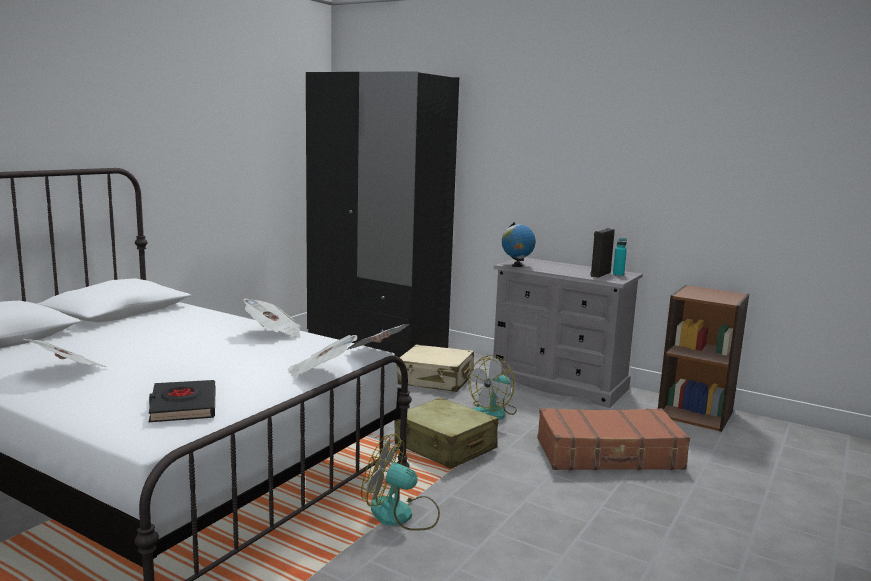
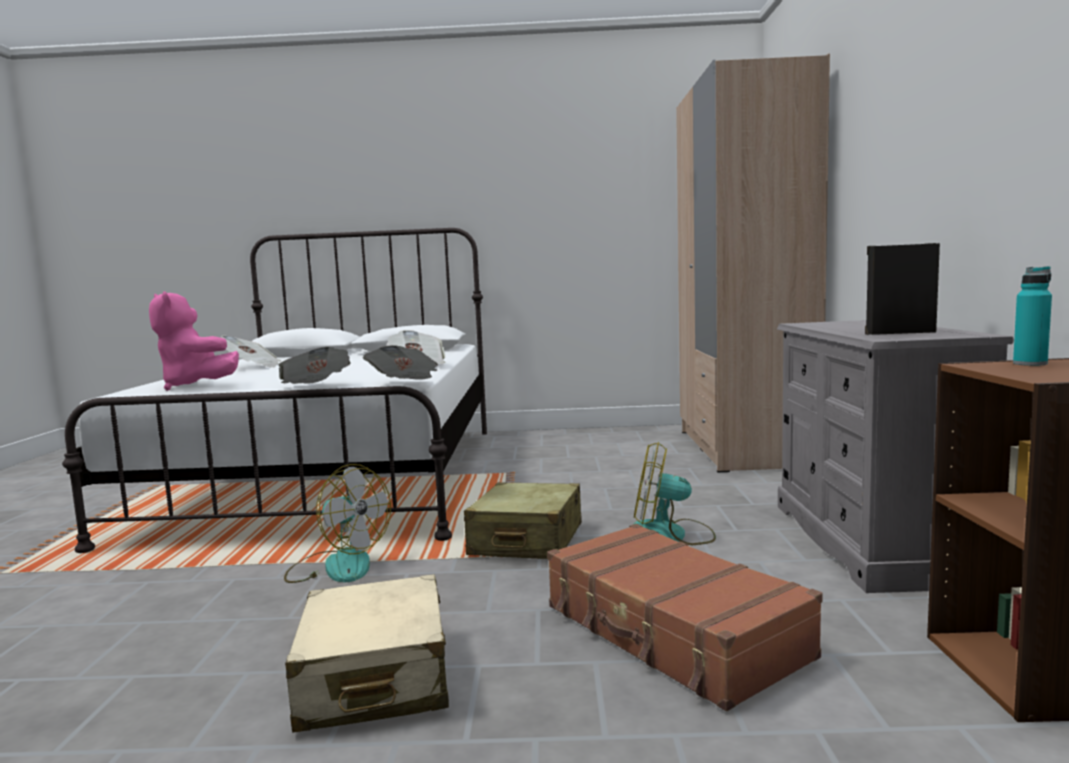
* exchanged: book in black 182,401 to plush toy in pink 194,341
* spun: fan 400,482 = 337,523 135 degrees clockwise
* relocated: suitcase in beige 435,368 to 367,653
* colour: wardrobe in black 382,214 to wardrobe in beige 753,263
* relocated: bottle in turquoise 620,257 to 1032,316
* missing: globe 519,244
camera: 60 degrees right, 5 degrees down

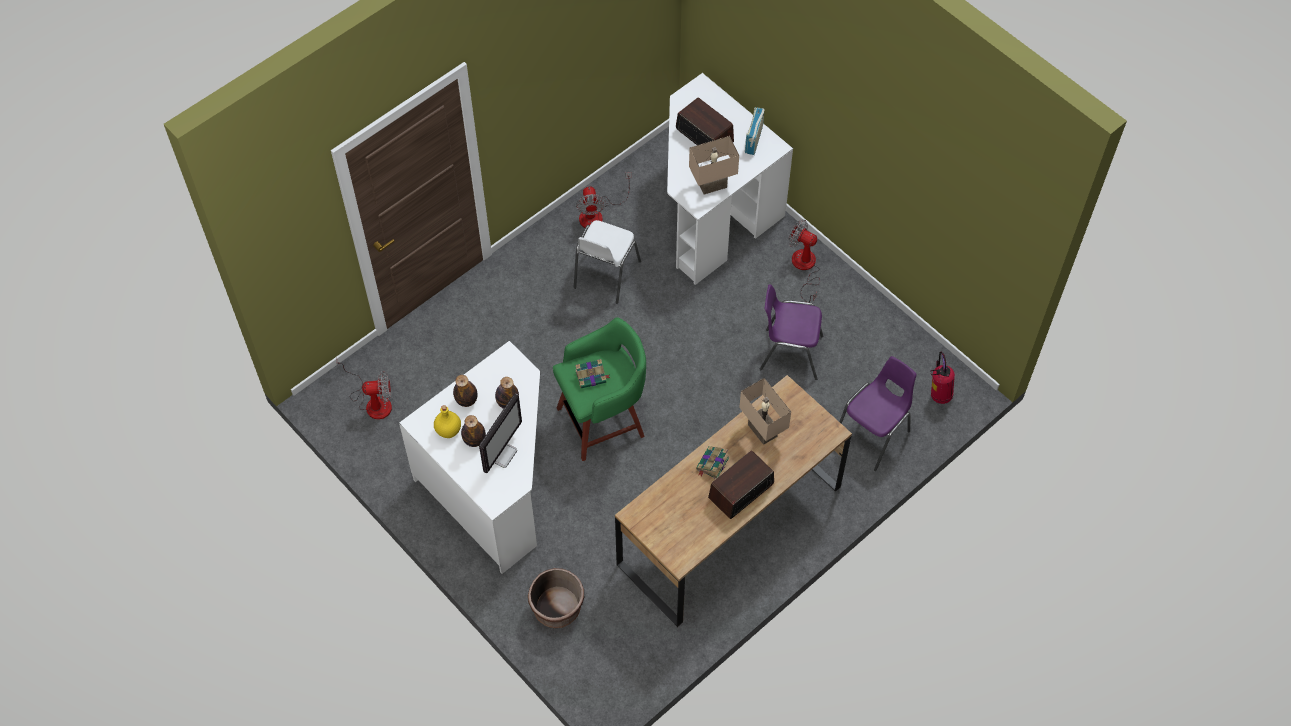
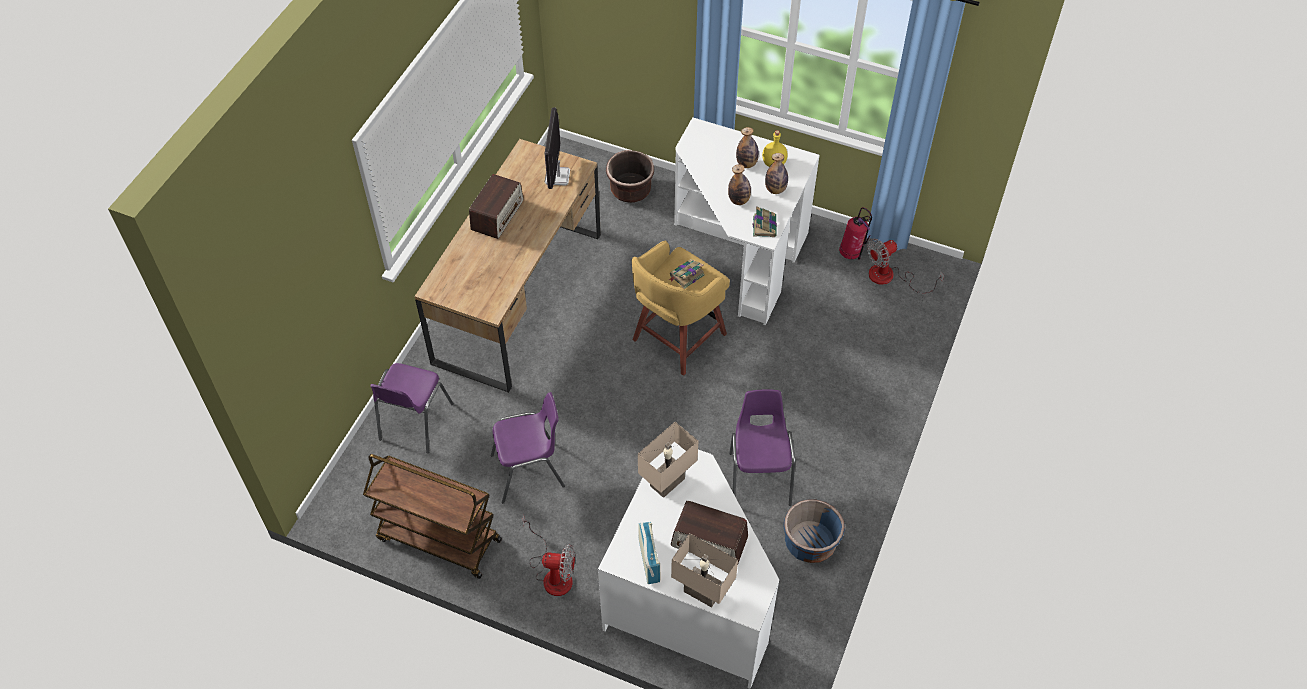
* appeared: cart in brown 432,516
* relocated: monitor 500,433 to 557,148
* colour: stool in green 599,389 to stool in yellow 681,308
* relocated: table lamp in beige 765,411 to 704,570
* colour: chair in white 607,262 to chair in purple 762,447
* relocated: book 713,462 to 765,221
* exchanged: fan 604,200 to planter in blue 814,531
* relocated: fire extinguisher 942,378 to 855,233
camera: 155 degrees right, 5 degrees down

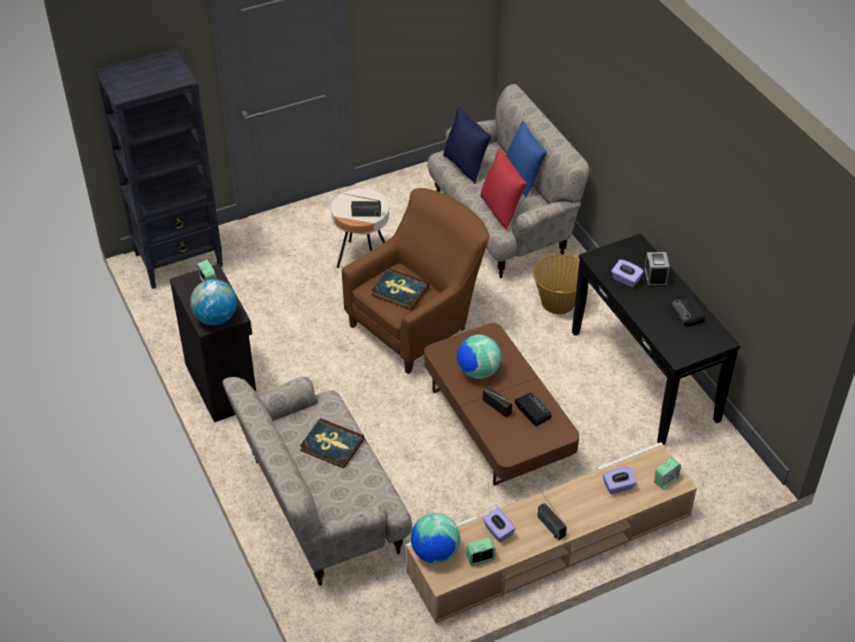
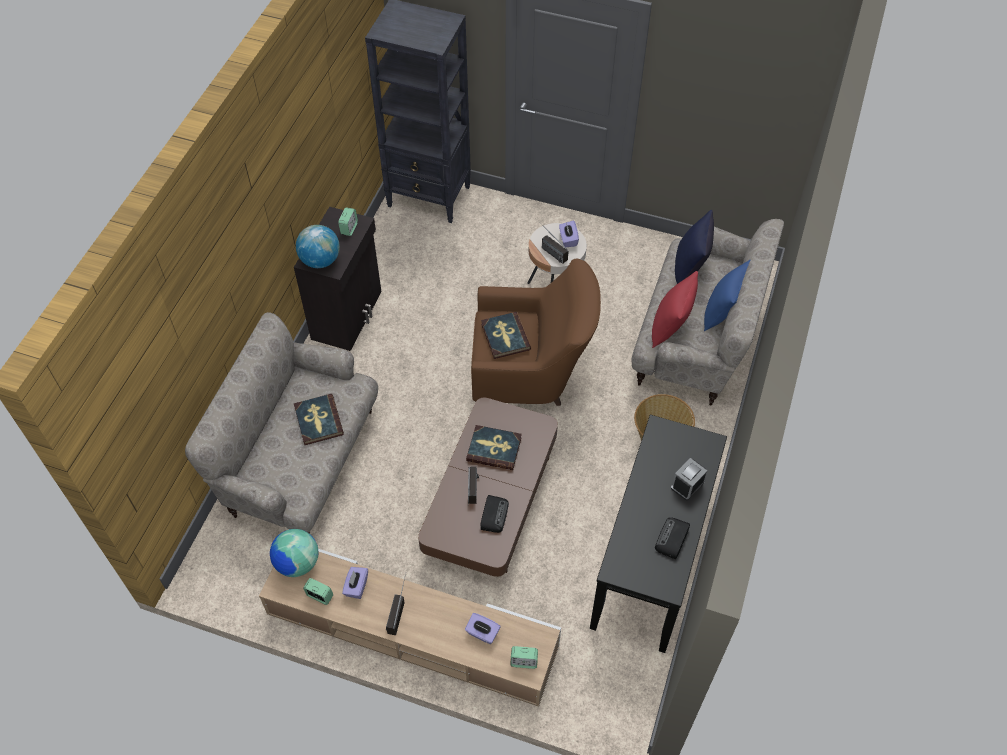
* exchanged: globe 479,357 to book 494,447
* relocated: tissue box in purple 627,273 to 569,234
camera: 45 degrees right, 10 degrees up

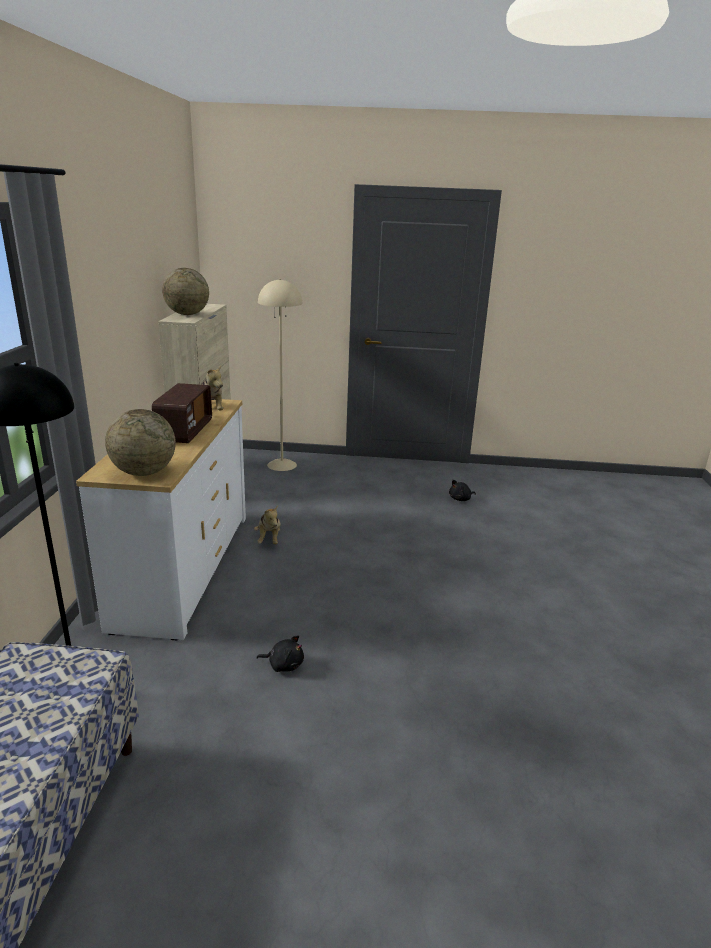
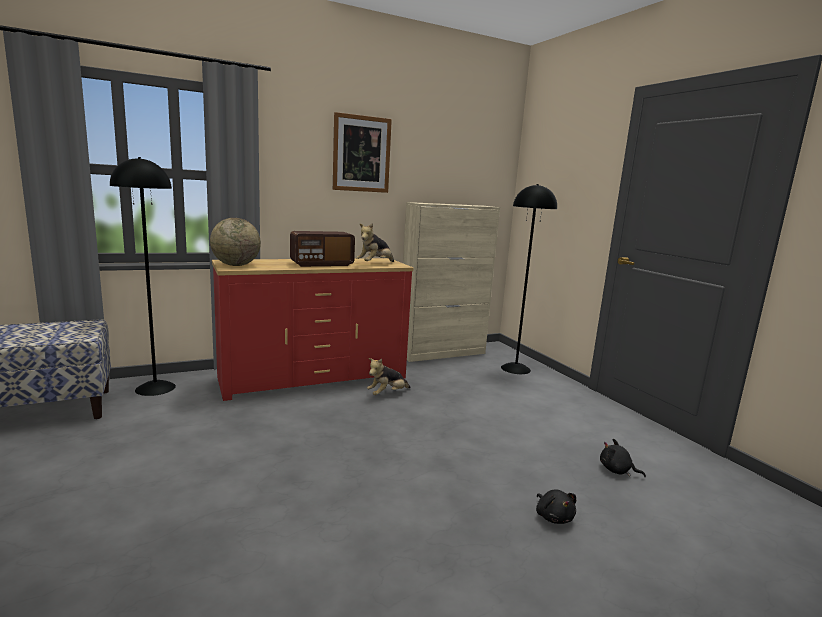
* colour: dresser in white 161,520 to dresser in red 312,329
* appeared: picture 362,152
* colour: floor lamp in beige 280,375 to floor lamp in black 529,279
* relocated: plush toy in black 280,653 to 556,506
* missing: globe 185,291
camera: 60 degrees right, 10 degrees down

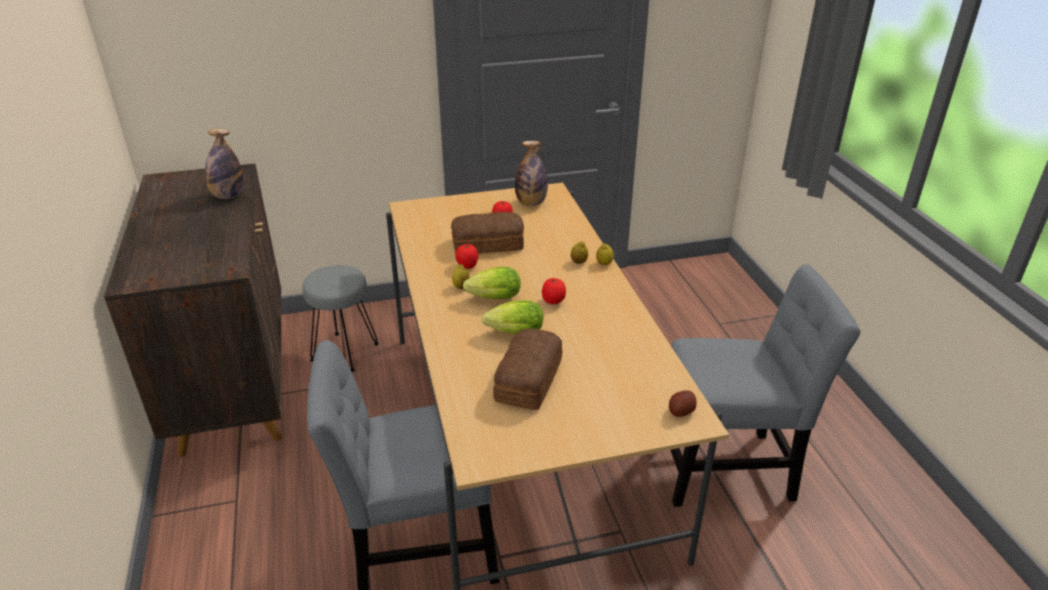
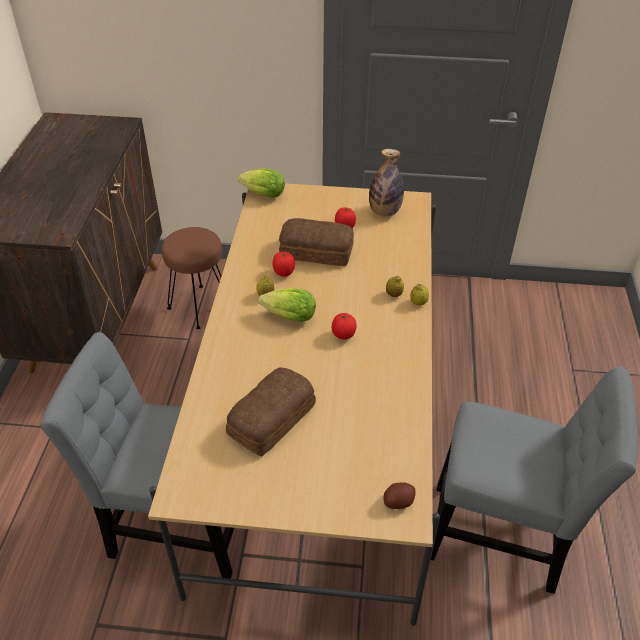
* colour: stool in grey 340,318 to stool in brown 192,278
* relocated: lettuce 512,317 to 261,183
* missing: bottle 224,164
camera: 20 degrees right, 10 degrees up

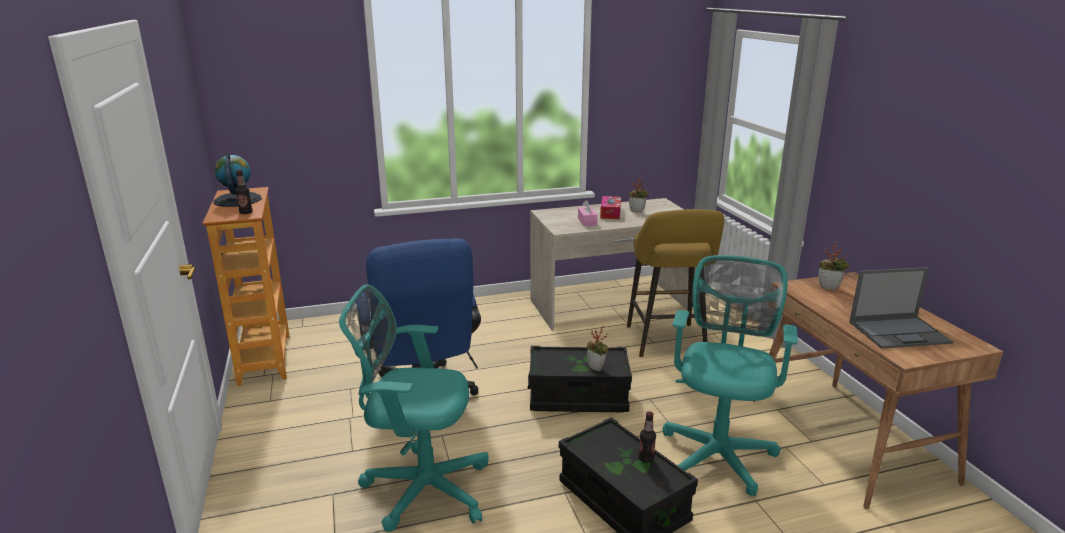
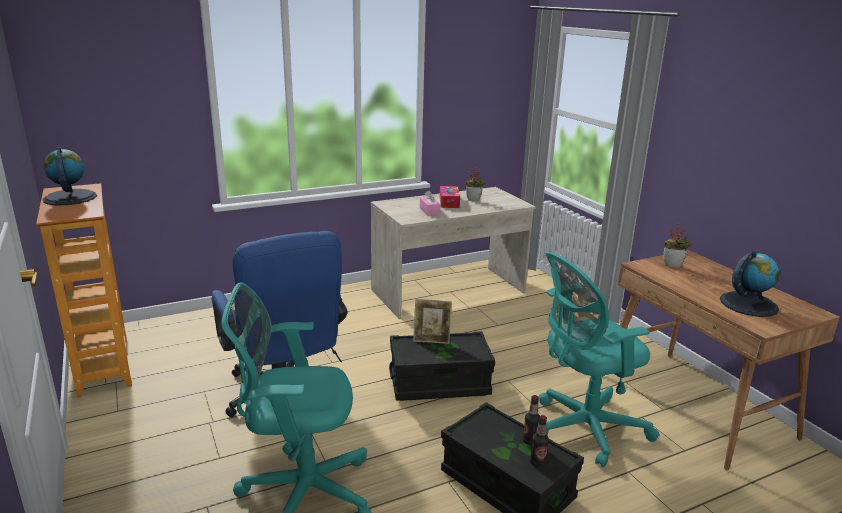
* appeared: picture frame 432,321
* relocated: bottle 244,191 to 539,441
* spun: office chair in turquoise 730,375 = 599,359 120 degrees counterclockwise
* exchanged: laptop 901,308 to globe 750,283
* missing: potted plant 598,348
* missing: stool in yellow 675,283
camera: 10 degrees left, 0 degrees up

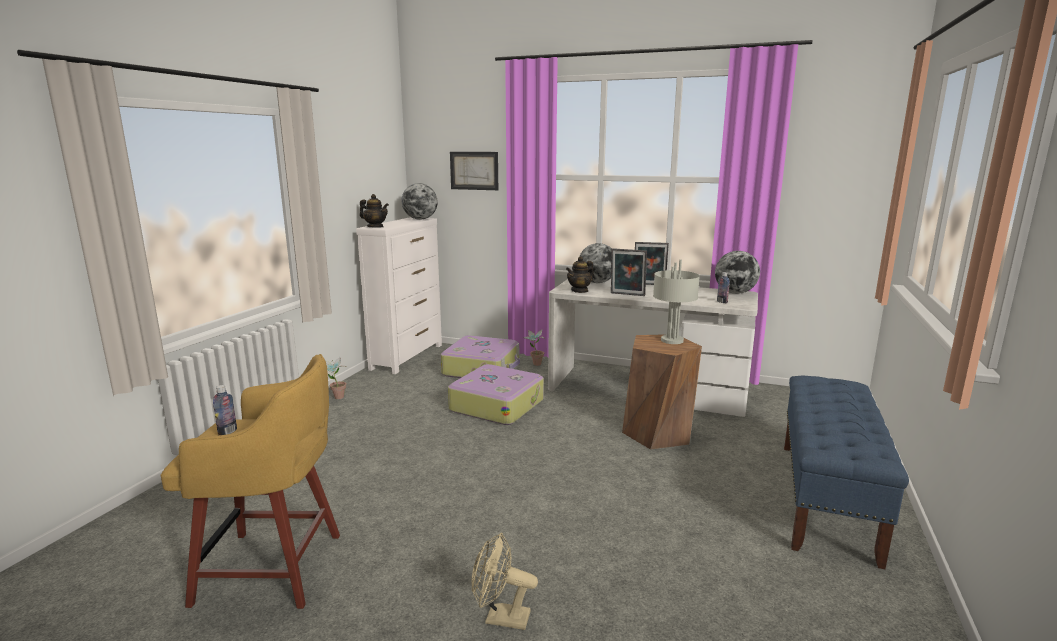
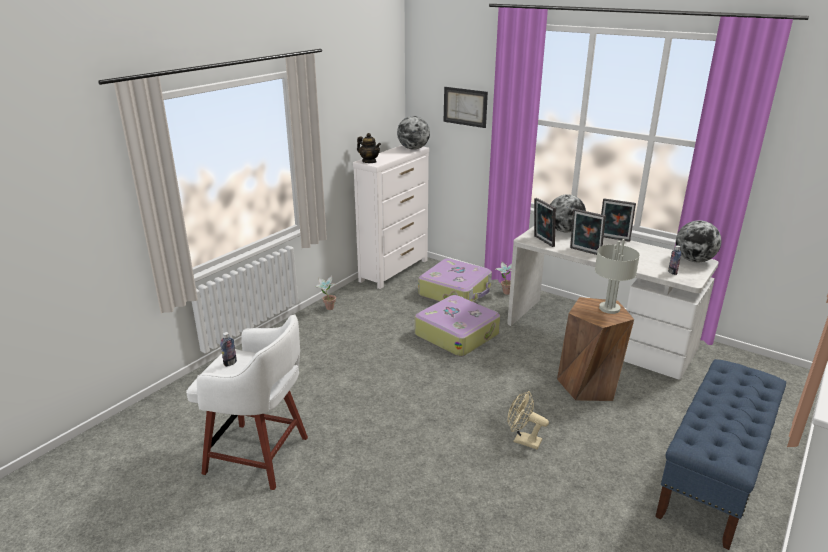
* colour: stool in yellow 250,481 to stool in white 247,402
* relocated: fan in beige 505,581 to 528,420
* exchanged: teapot 580,274 to picture frame 545,222
camera: 15 degrees right, 10 degrees up

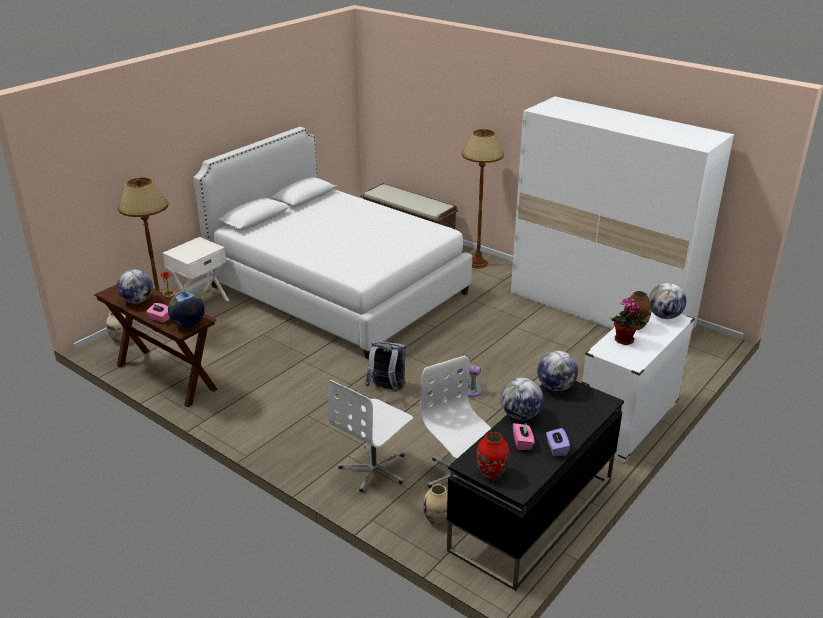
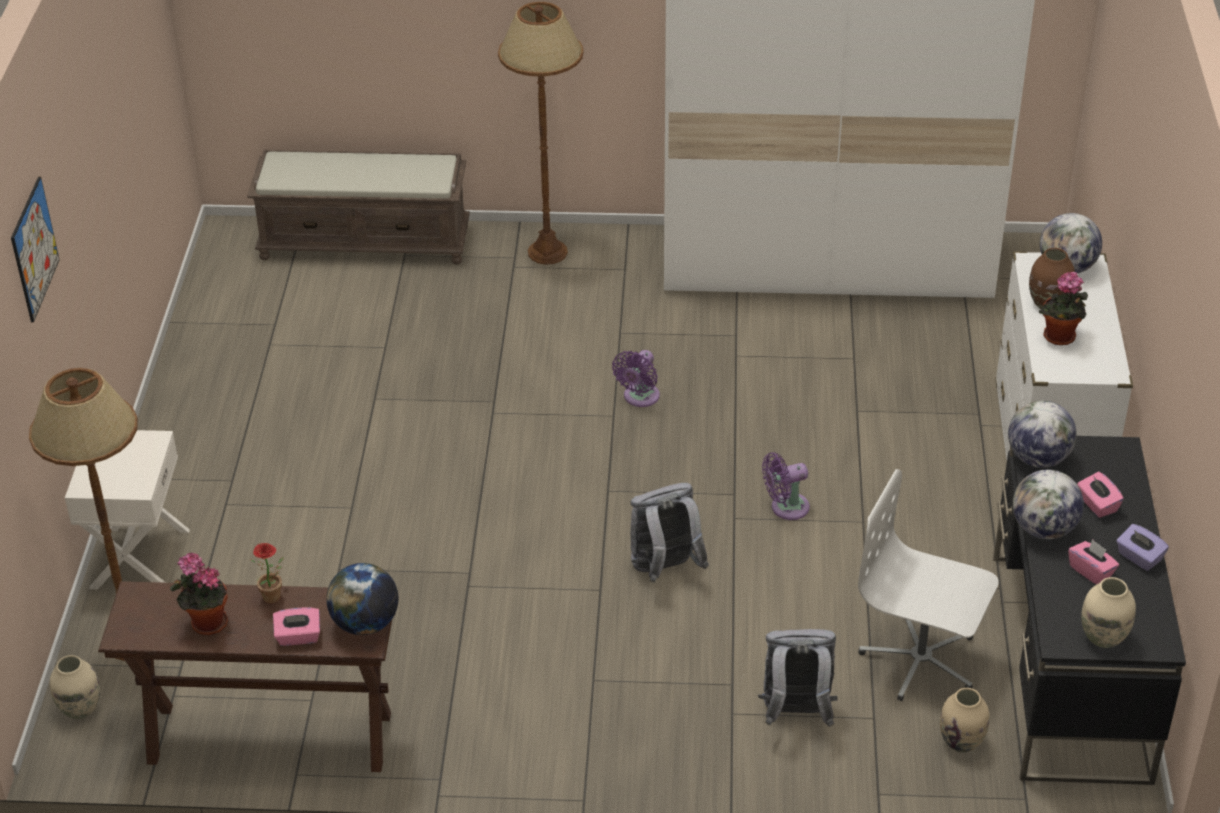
* appeared: picture 35,249
* exchanged: globe 135,286 to potted plant 199,594
* appeared: fan in purple 636,378
* exchanged: office chair in white 370,436 to backpack in grey 797,678
* appeared: tissue box in pink 1100,495
* colour: vase in red 492,455 to vase in beige 1108,612
* missing: bed in white 332,243
camera: 35 degrees left, 10 degrees up

